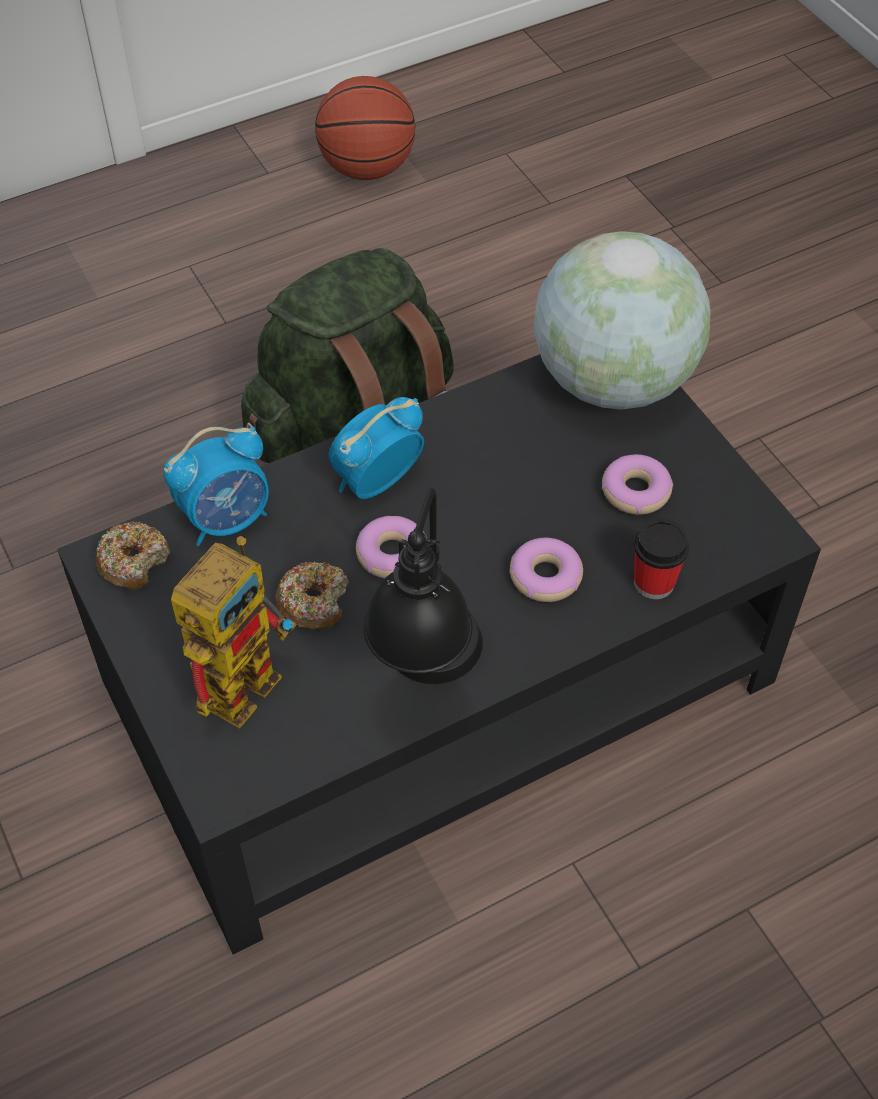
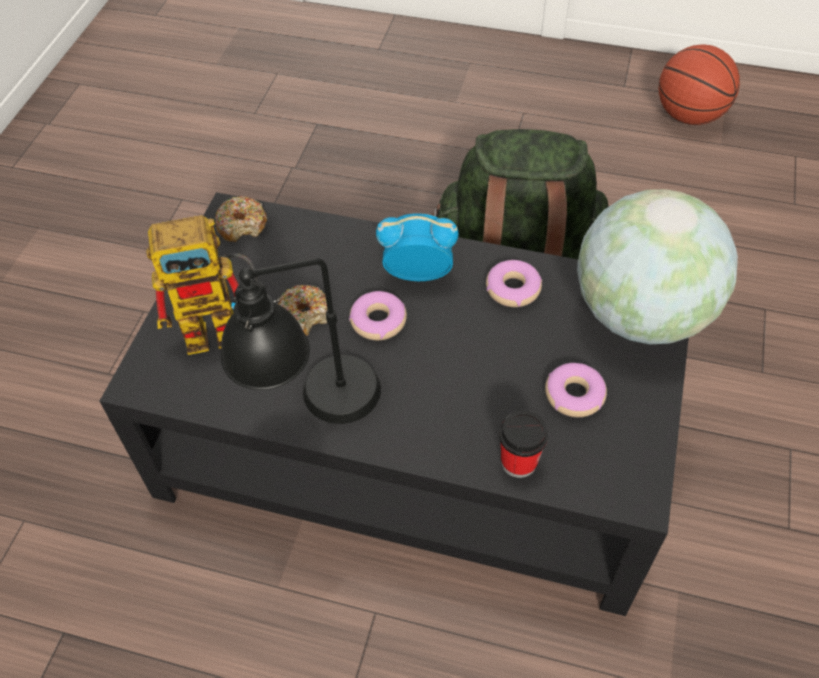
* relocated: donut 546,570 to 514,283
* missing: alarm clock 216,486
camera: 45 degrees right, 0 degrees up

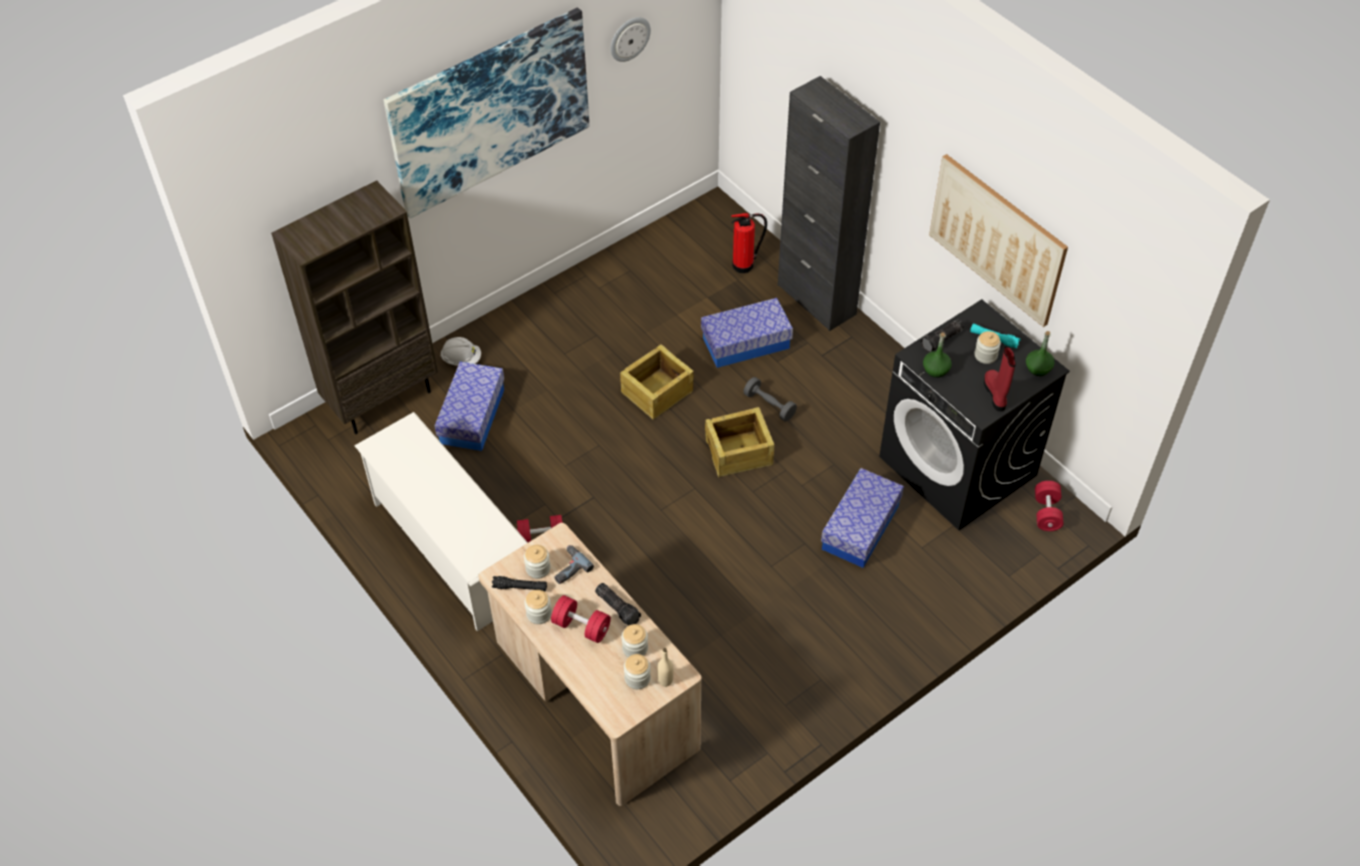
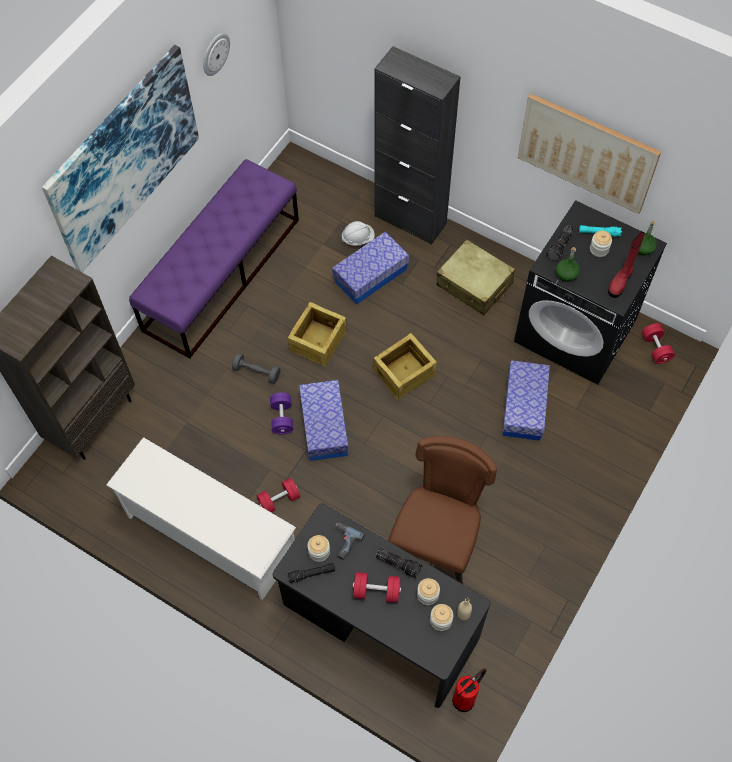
* appeared: bench in purple 214,259
* relocated: dumbbell in grey 770,399 to 256,368
* appeared: dumbbell in purple 281,413
* colour: desk in beige 590,664 to desk in black 382,605
* relocated: storage box 469,406 to 324,420
* relocated: hard hat in white 460,351 to 358,233
* appeared: chair in brown 442,510
* appeared: suitcase in beige 476,277
* relocated: fire extinguisher 749,243 to 469,690
* spun: boot in red 1000,378 = 626,265 120 degrees counterclockwise
* missing: jar 538,607
camera: 20 degrees left, 10 degrees up

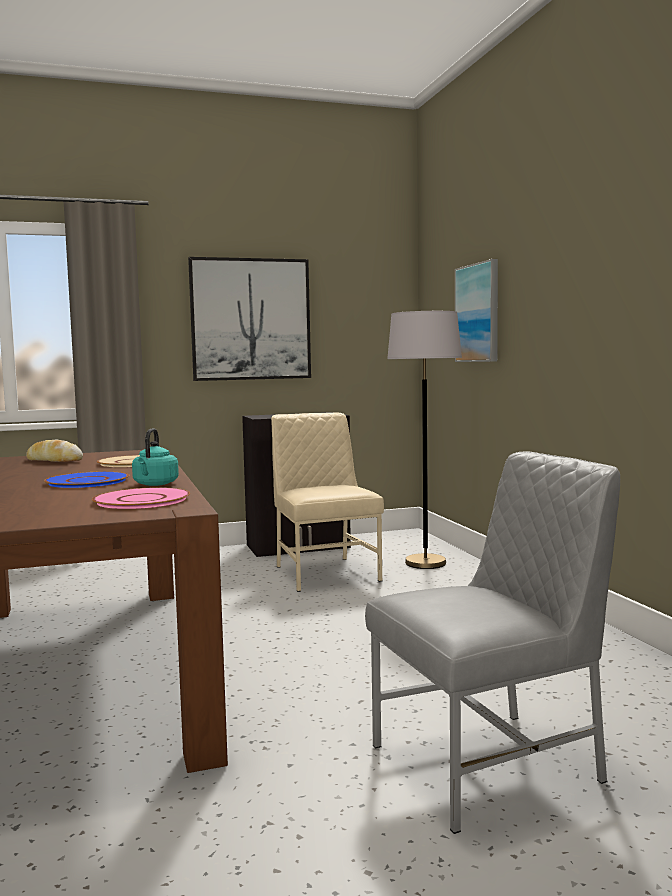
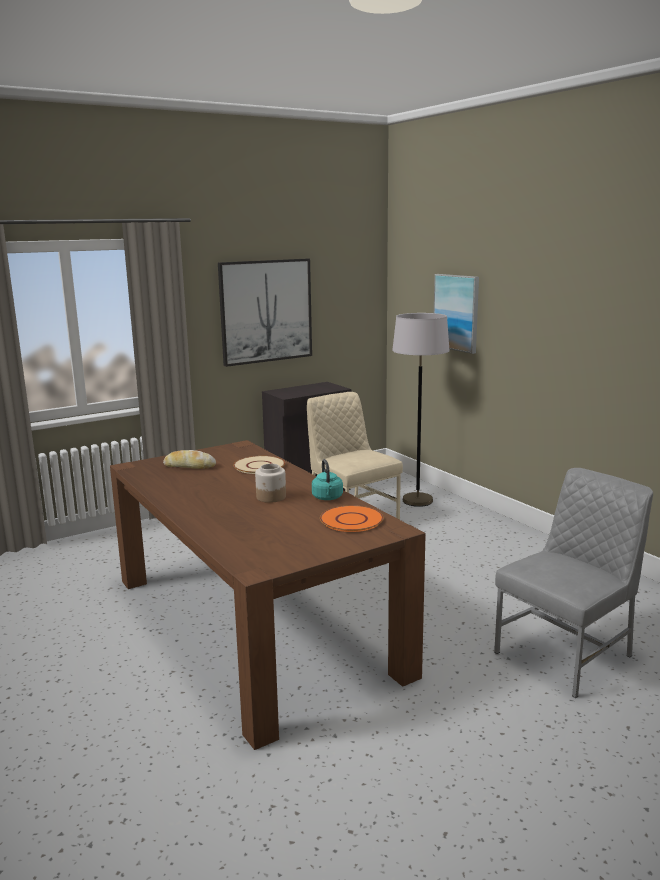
* exchanged: plate in blue 86,479 to jar 270,483
* colour: plate in pink 141,498 to plate in orange 352,518
camera: 15 degrees left, 10 degrees up

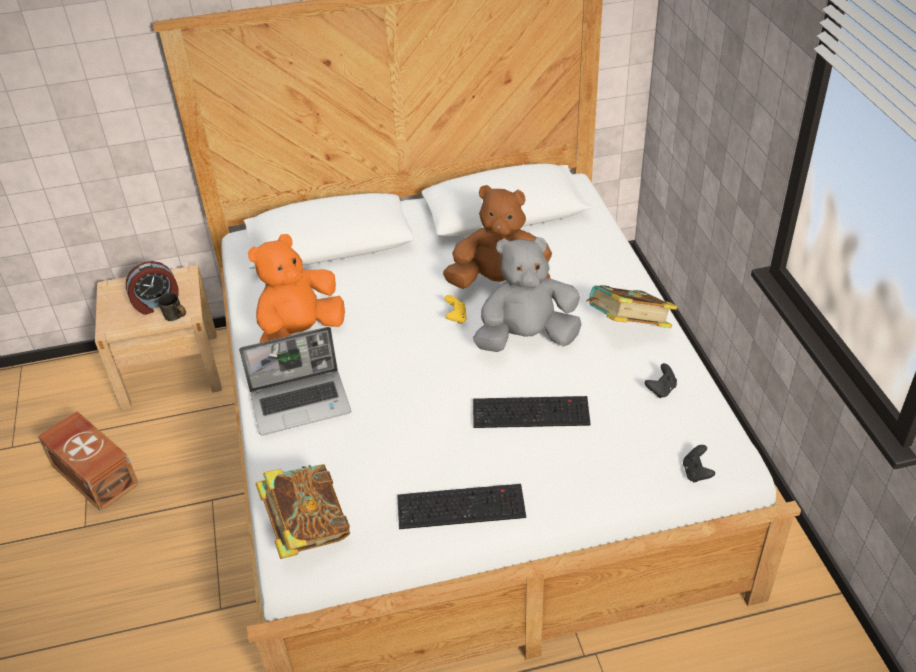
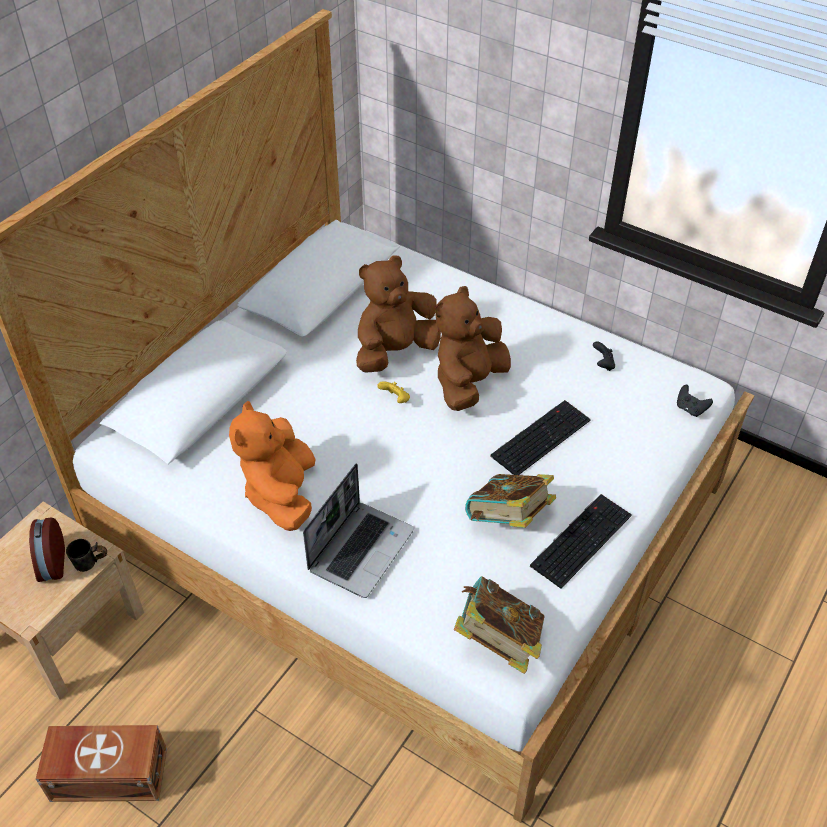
* spun: alarm clock 152,288 = 47,550 150 degrees clockwise
* colour: plush toy in grey 527,294 to plush toy in brown 473,348
* relocated: book 631,306 to 510,501
camera: 45 degrees left, 5 degrees up

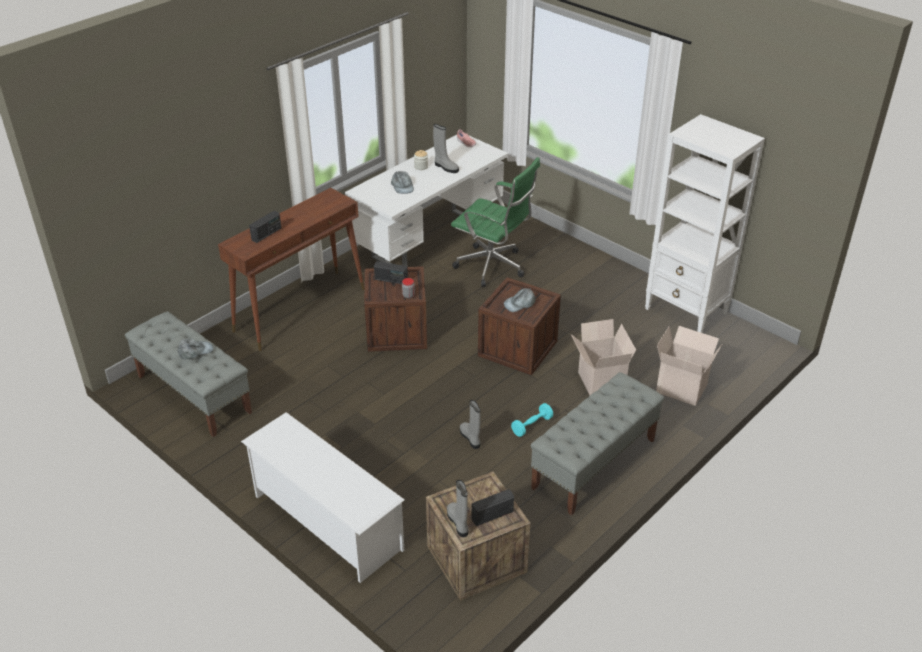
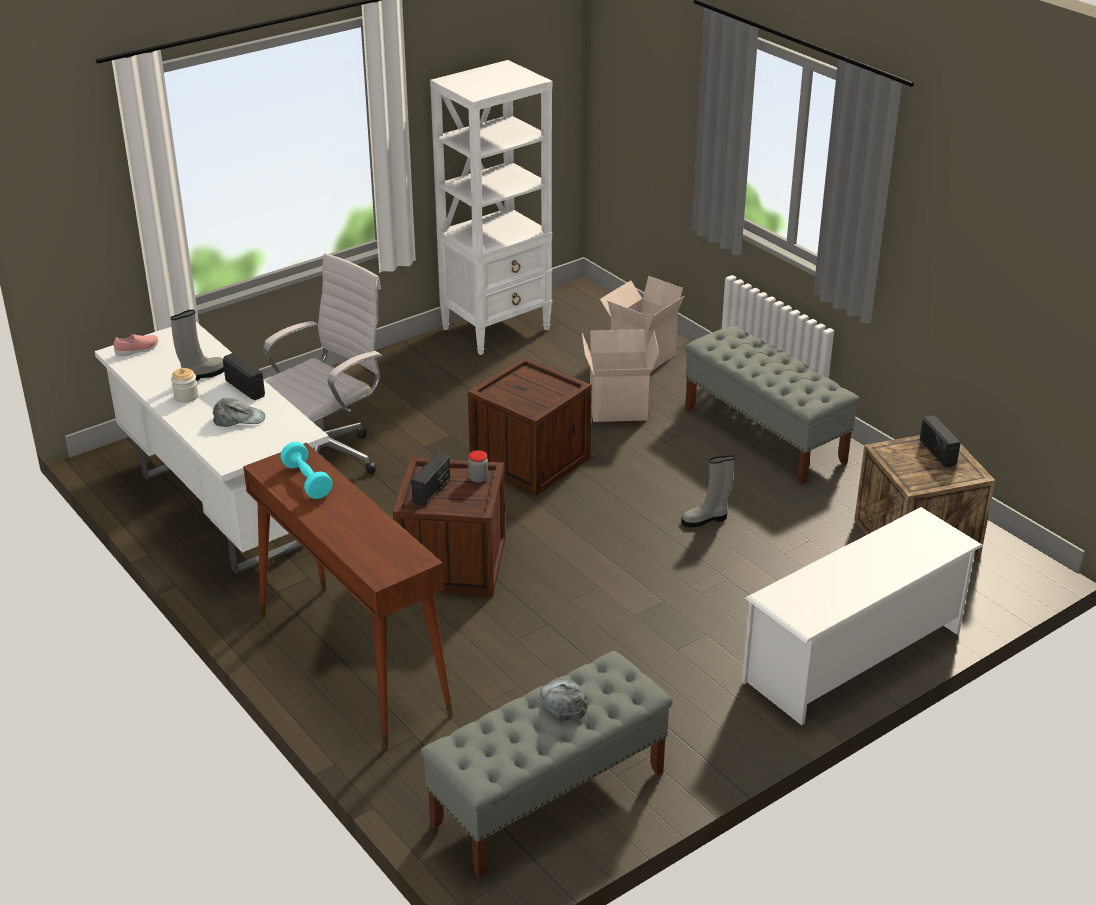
* relocated: radio 265,227 to 244,376
* colour: office chair in green 495,222 to office chair in white 322,363
* relocated: dumbbell in turquoise 532,420 to 306,470
* missing: boot in grey 458,508
* missing: cap in grey 520,300
camera: 80 degrees left, 5 degrees down

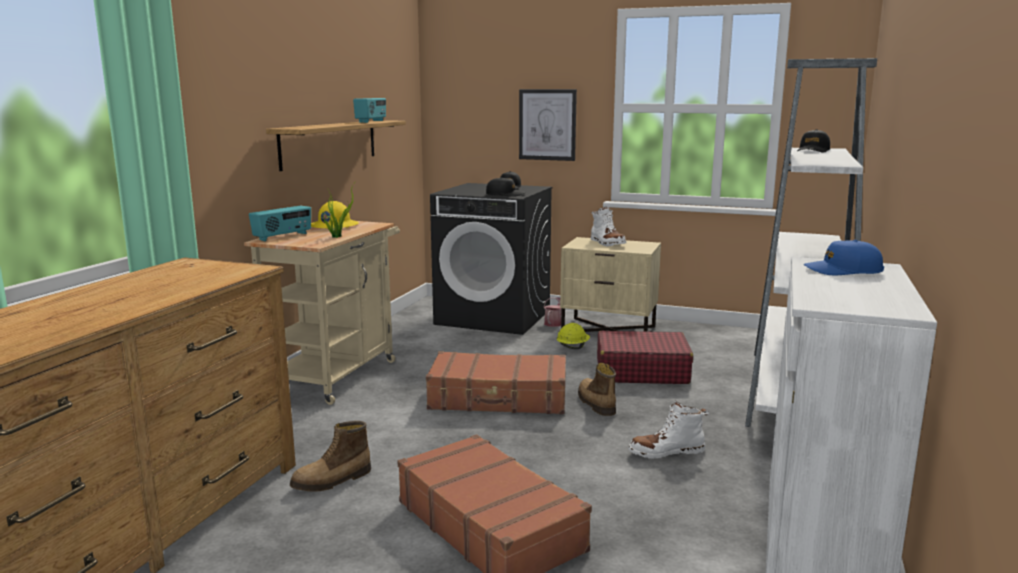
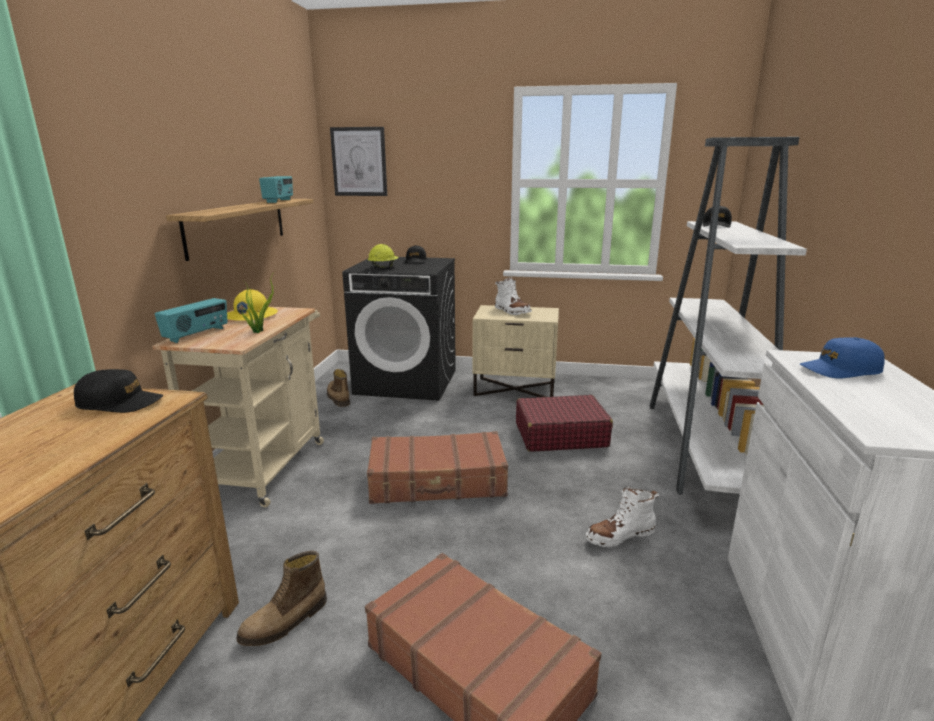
* relocated: cap in black 506,187 to 118,391
* relocated: boot 597,389 to 338,388
* relocated: picture 548,125 to 358,161
* relocated: hard hat in yellow 573,336 to 383,256
* missing: watering can 553,312
camera: 10 degrees left, 5 degrees up

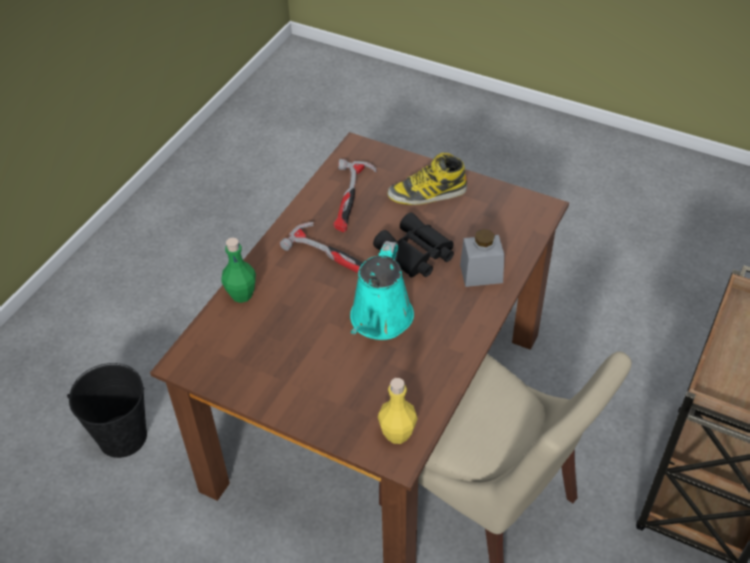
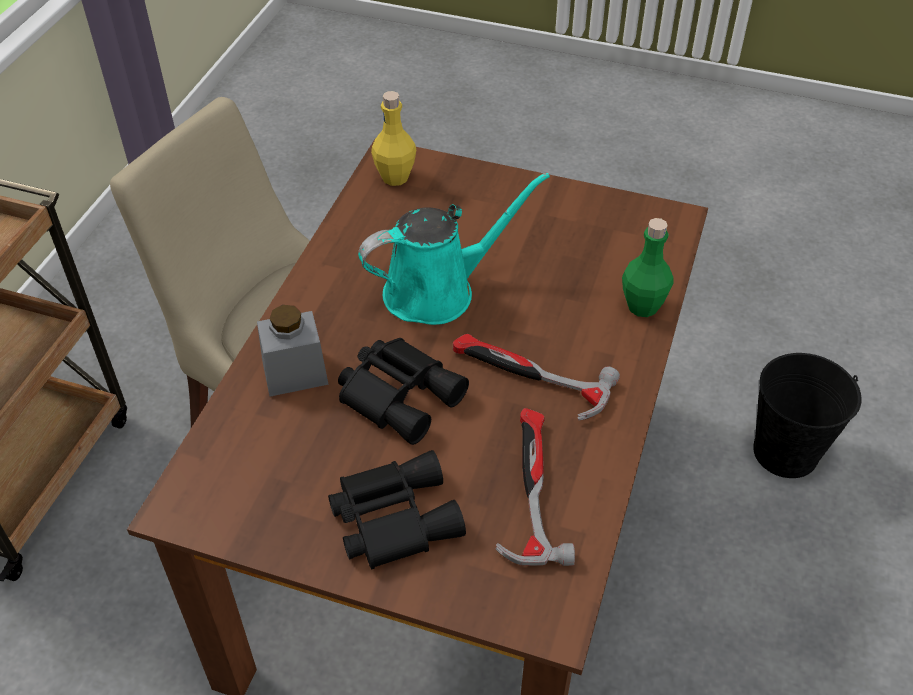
* exchanged: boot 427,179 to binoculars in black 397,510
* spun: watering can in turquoise 382,290 = 454,248 60 degrees clockwise
camera: 170 degrees right, 0 degrees up

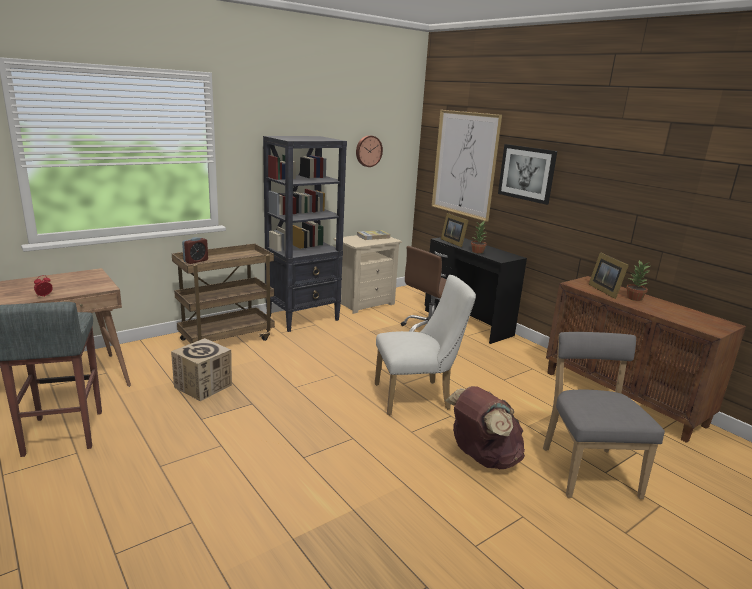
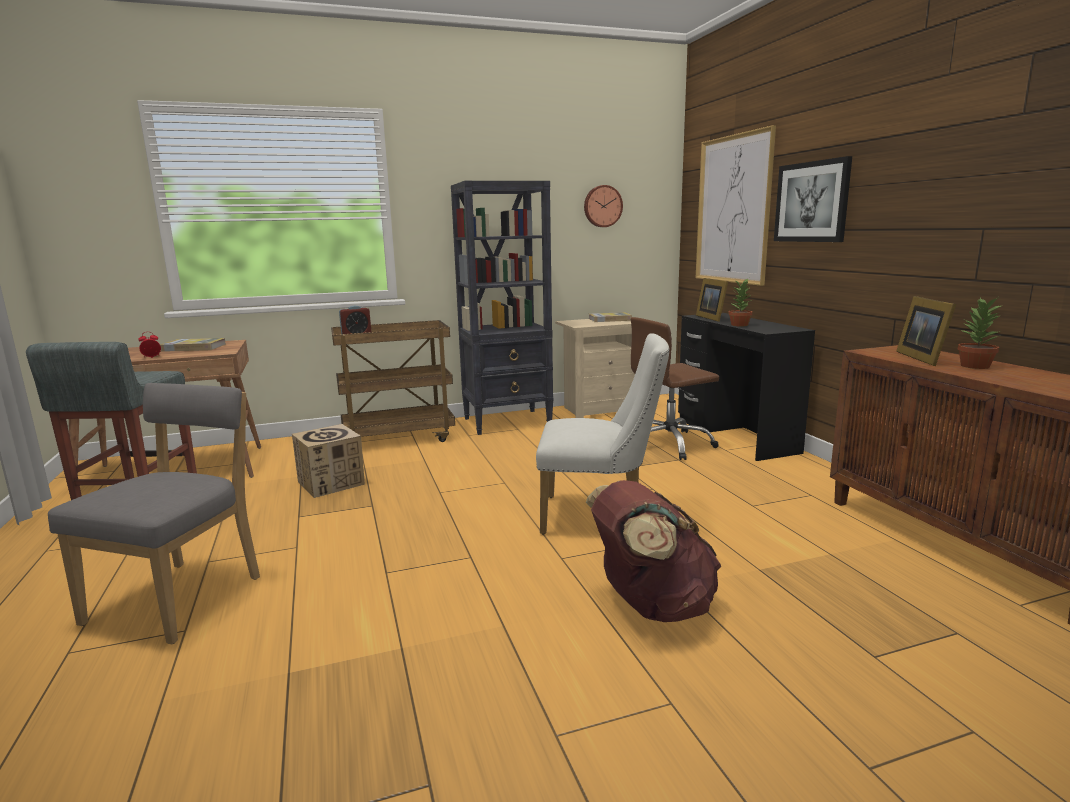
* relocated: chair in grey 604,415 to 154,514
* appeared: book 193,345
camera: 20 degrees right, 5 degrees down

